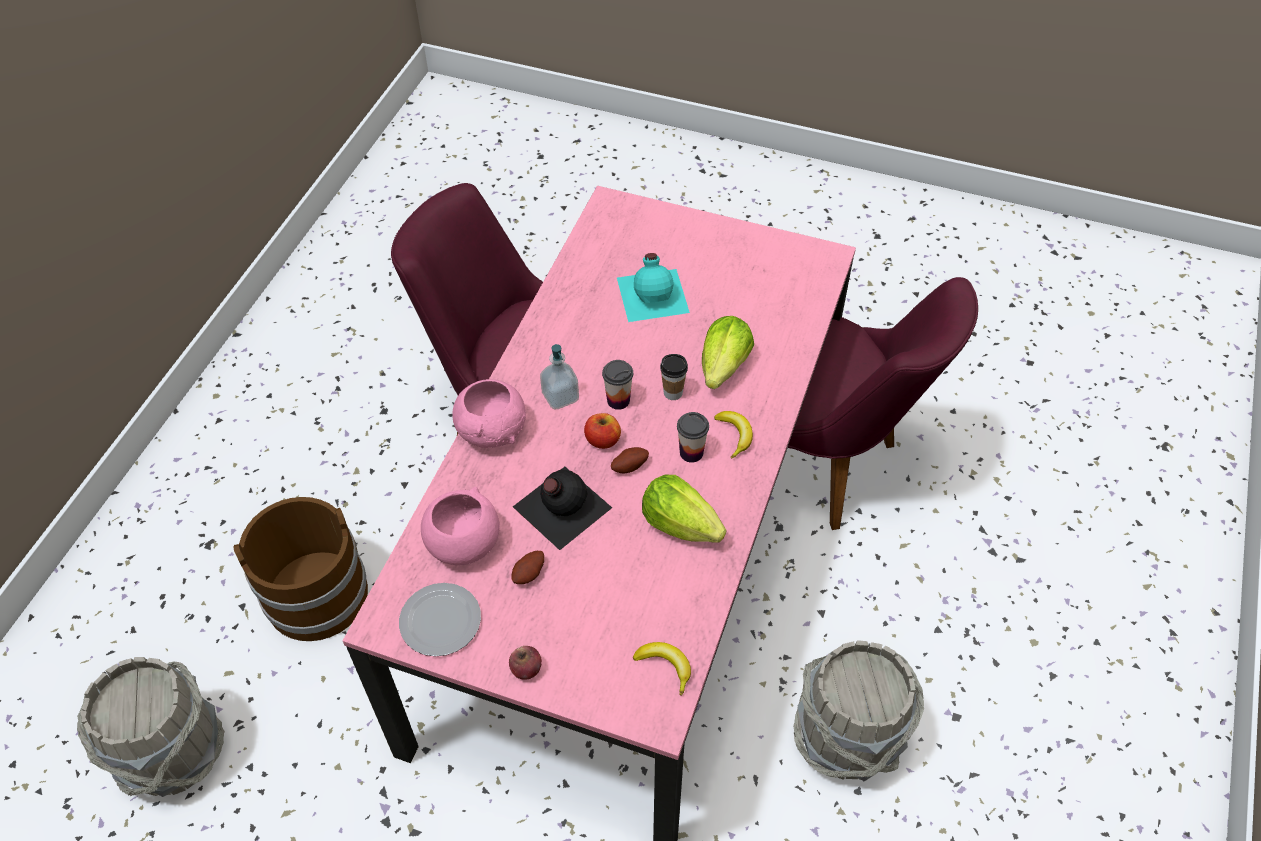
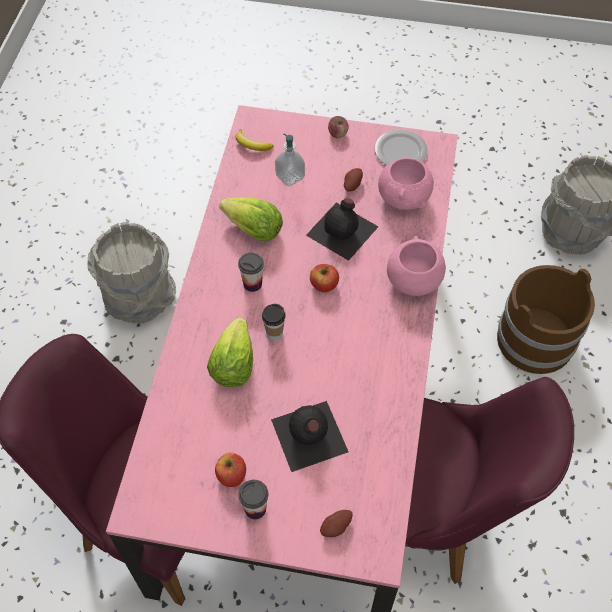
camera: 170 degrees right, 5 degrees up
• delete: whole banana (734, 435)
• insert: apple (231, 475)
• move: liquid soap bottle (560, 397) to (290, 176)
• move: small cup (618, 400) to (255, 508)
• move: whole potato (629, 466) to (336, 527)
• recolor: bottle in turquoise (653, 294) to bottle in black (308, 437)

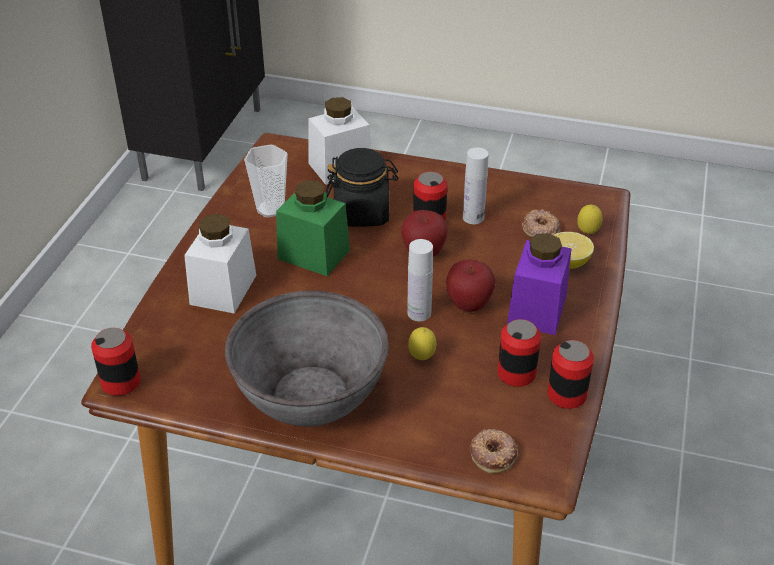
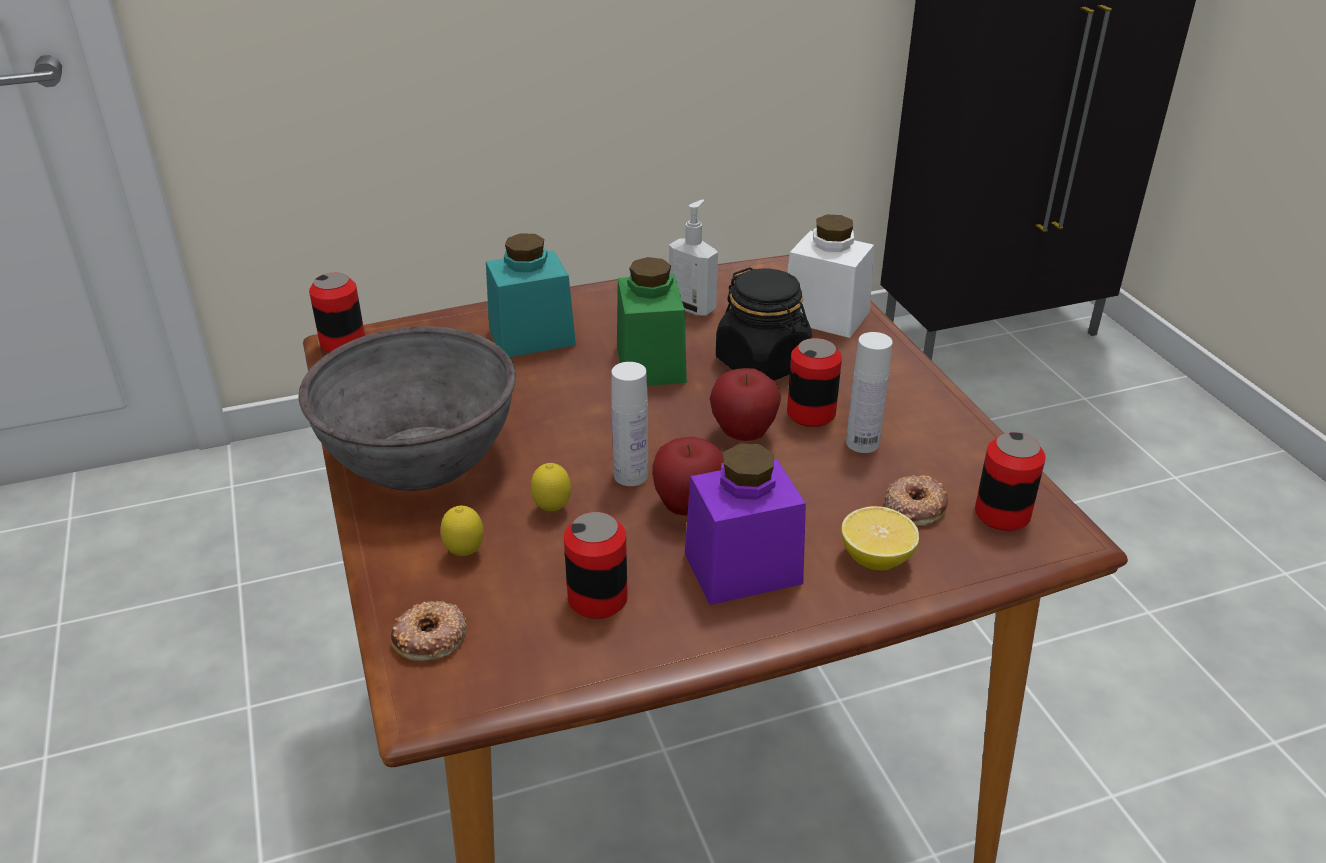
camera: 55 degrees right, 5 degrees down
• move: can (566, 395) to (1002, 514)
• move: citrus fruit (587, 233) to (465, 554)
• replace: small cup (270, 209) to liquid soap bottle (693, 307)
• recolor: preserve jar in white-coloured (223, 289) to preserve jar in turquoise (532, 337)

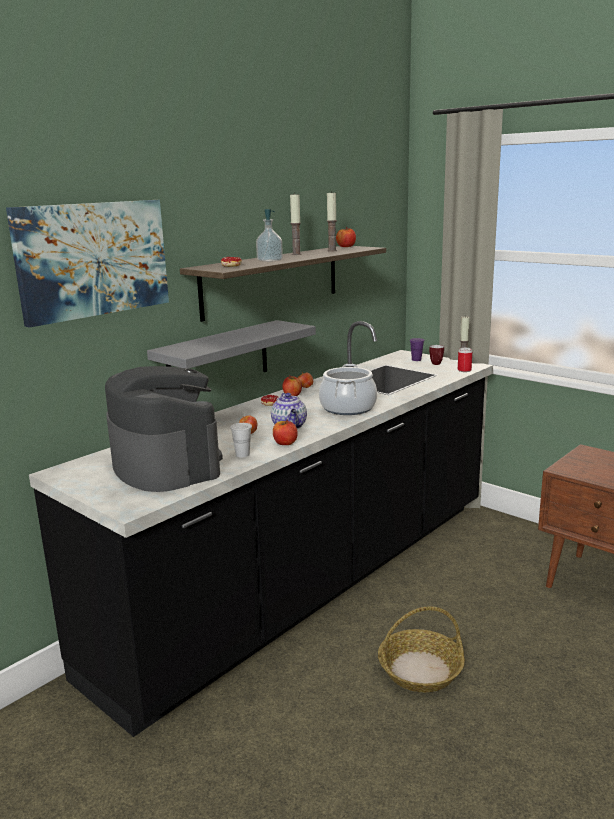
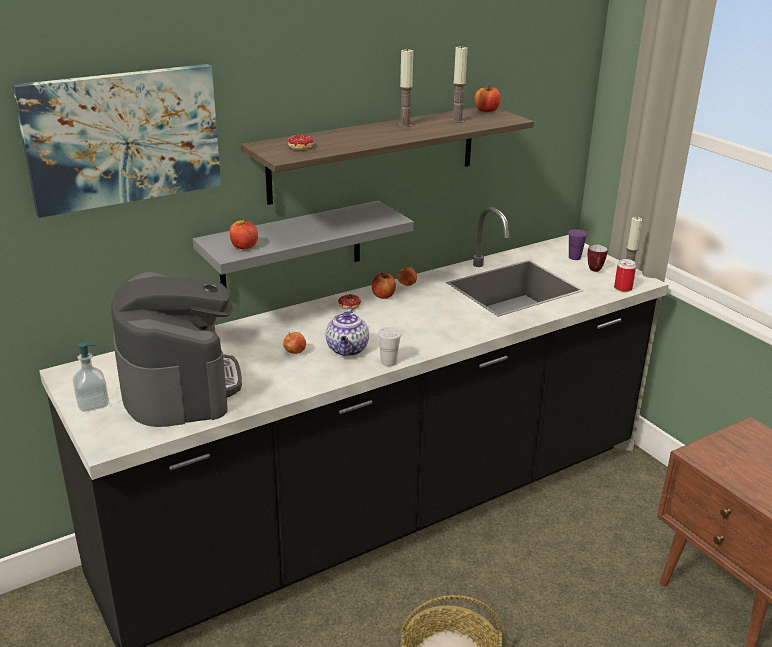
camera: 15 degrees right, 10 degrees up
• delete: cooking pot (348, 408)
• move: small cup in white-coloured (242, 454) to (388, 362)
• move: liquid soap bottle (269, 260) to (93, 404)
• move: apple (285, 443) to (244, 246)

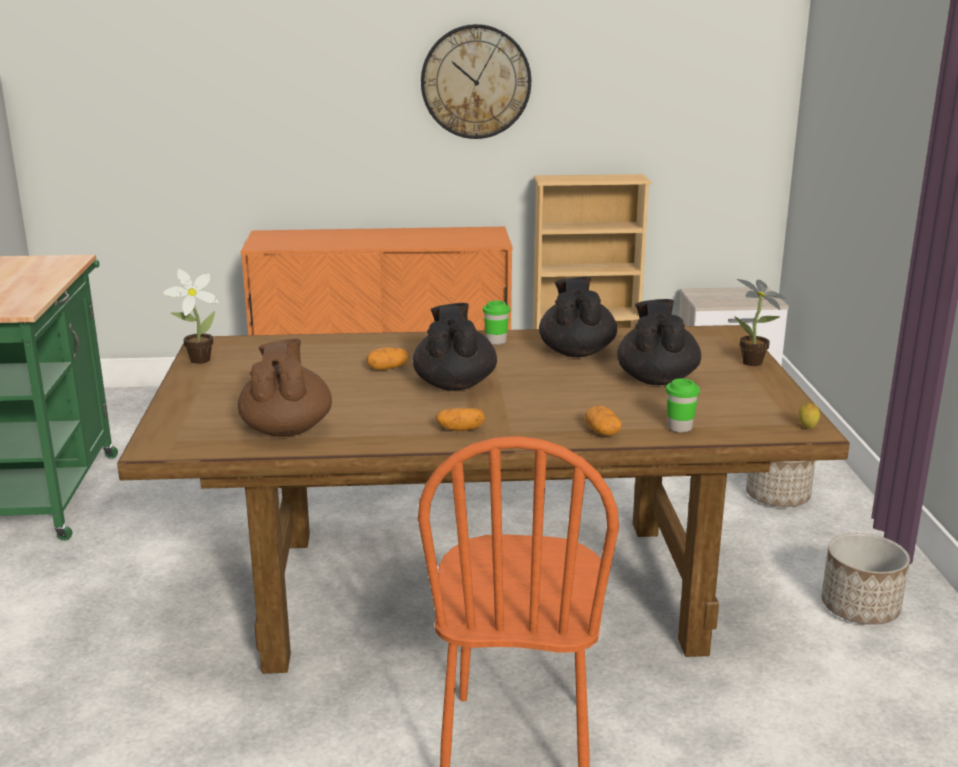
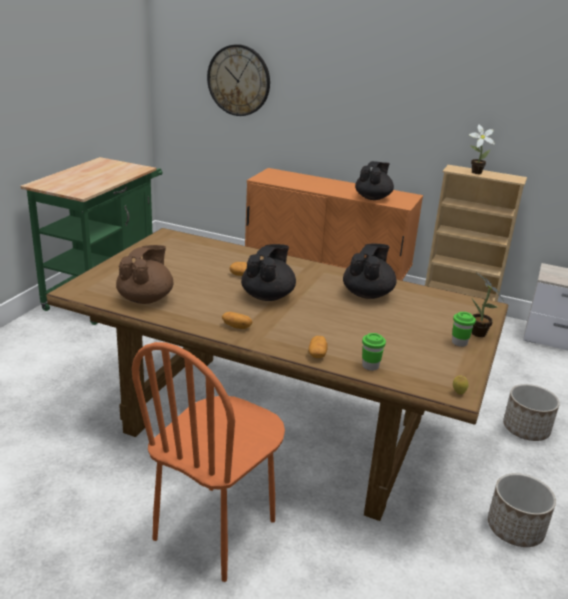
camera: 25 degrees right, 5 degrees up
• move: houseplant (196, 360) to (474, 172)
• move: wall clock (475, 82) to (239, 80)
• move: small cup in greenish (496, 342) to (459, 343)
• move: teapot in black (656, 379) to (373, 198)

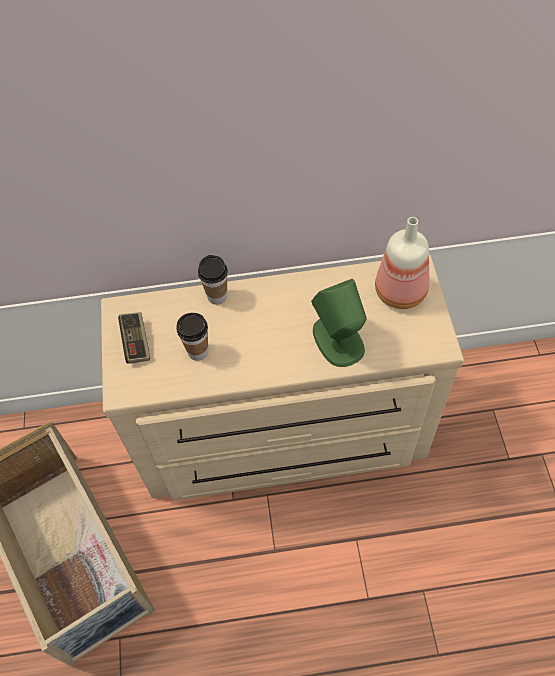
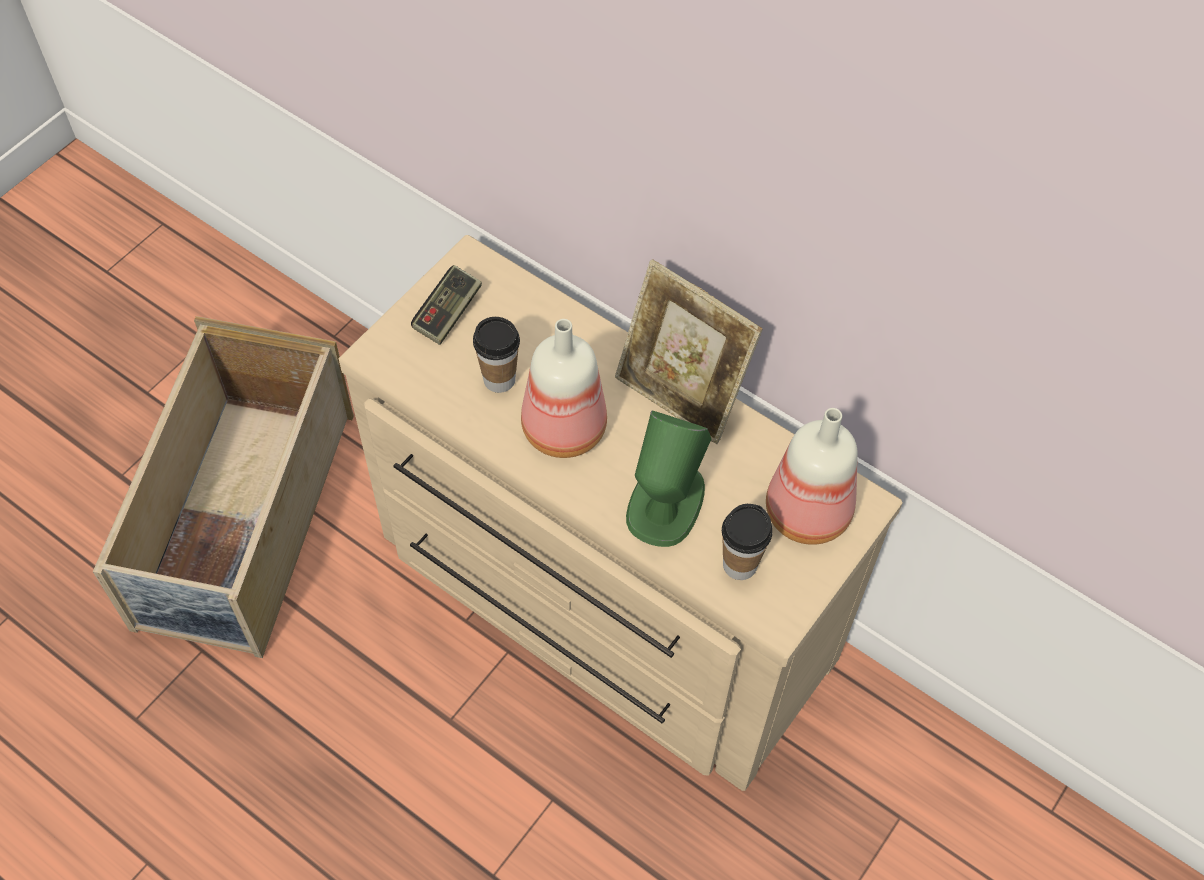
camera: 40 degrees right, 0 degrees up
• insert: bottle (564, 431)
• insert: standing frame (680, 395)
• move: small cup (217, 296) to (739, 565)

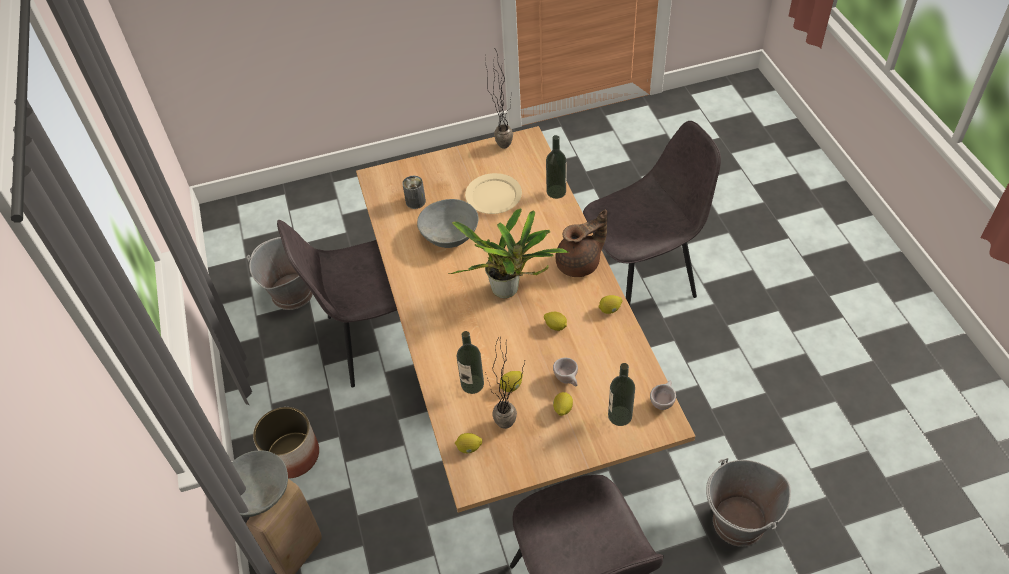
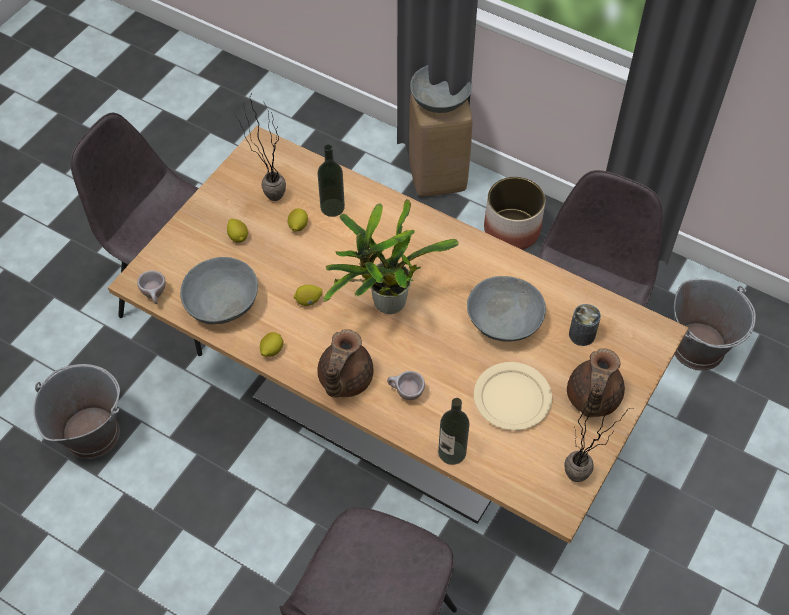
camera: 135 degrees right, 5 degrees up
• delete: citrus fruit (469, 448)
• delete: bottle (620, 416)
• insert: serving bowl in greyish (222, 303)
• insert: teapot in brownish (591, 399)
• move: small cup in sand-coloured (568, 380) to (405, 393)

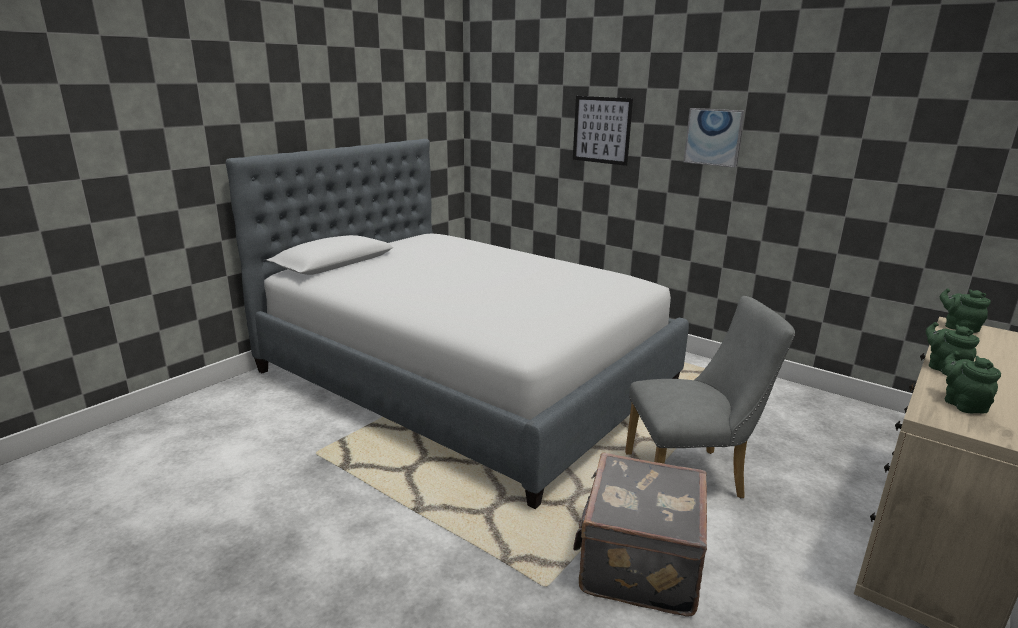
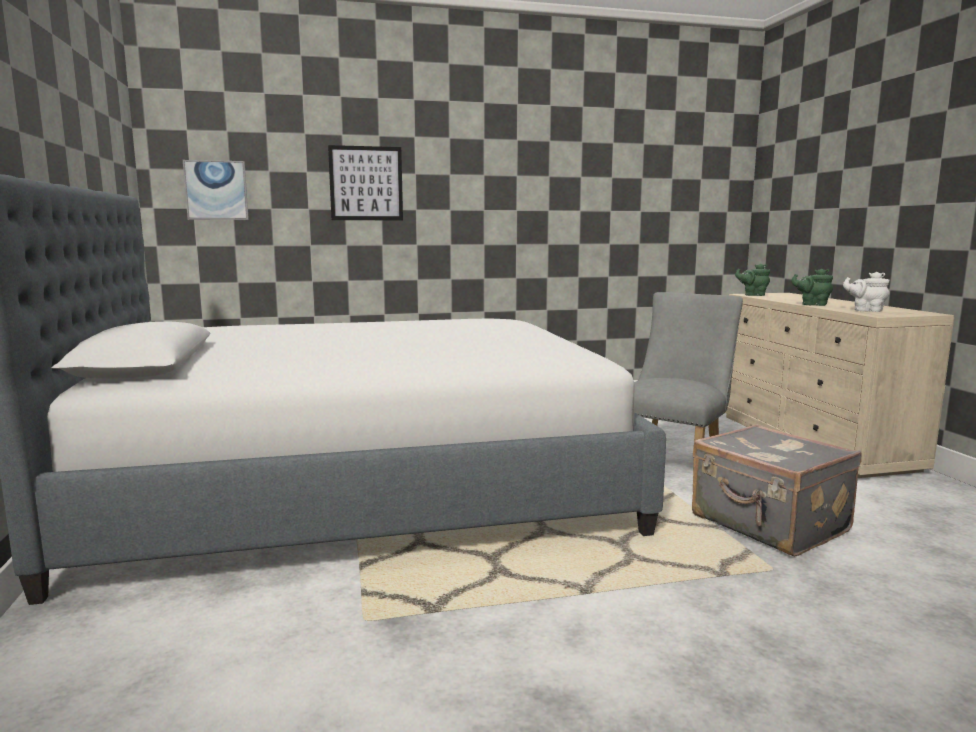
camera: 50 degrees left, 10 degrees down
• move: wall picture (713, 137) to (216, 190)
• recolor: teapot in greenish (962, 404) to teapot in white-coloured (865, 310)

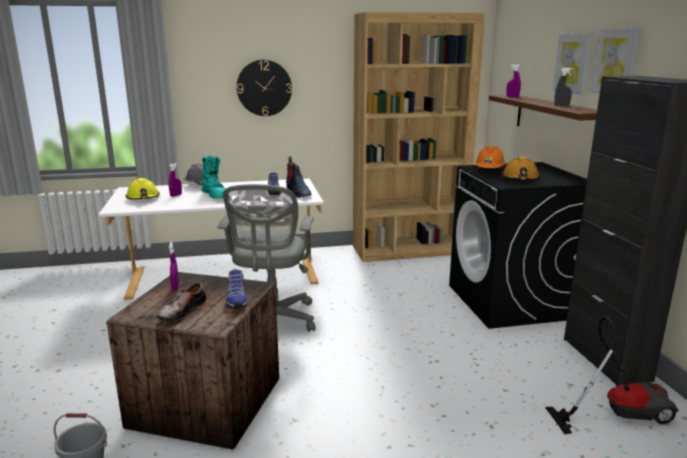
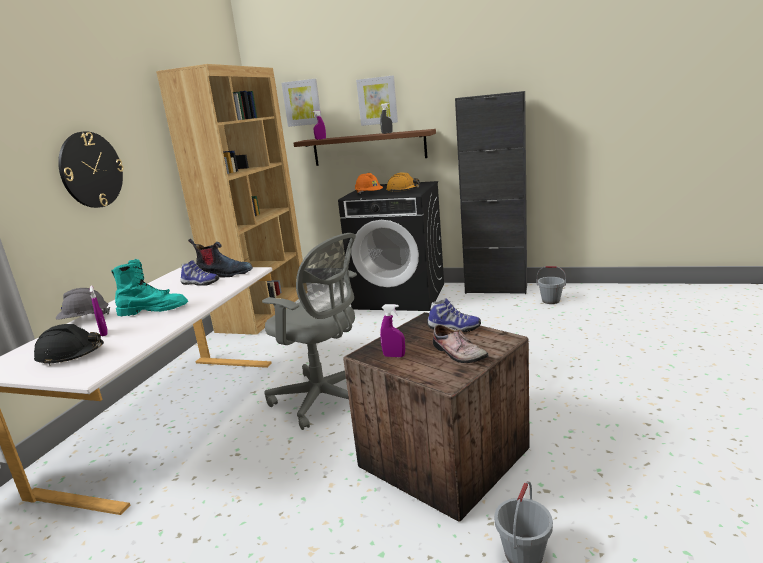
camera: 60 degrees left, 0 degrees up
• move: wall picture (616, 61) to (302, 103)
• replace: vacuum cleaner (617, 412) to water bucket in greyish (551, 301)
• recolor: hard hat in yellow-coloured (143, 198) to hard hat in black (71, 355)

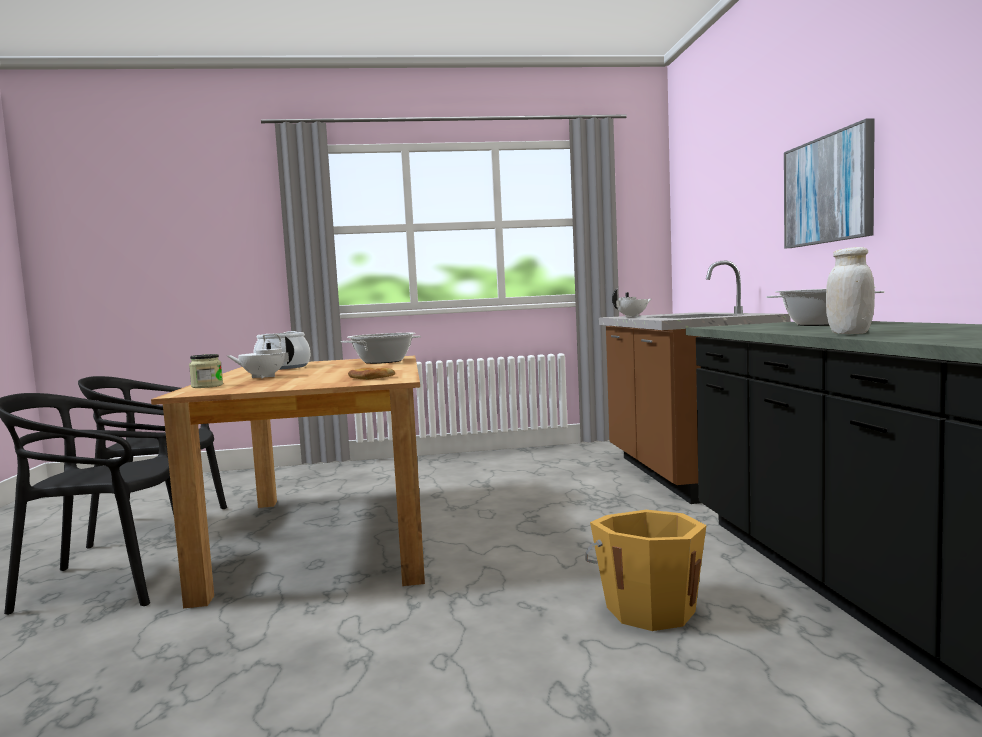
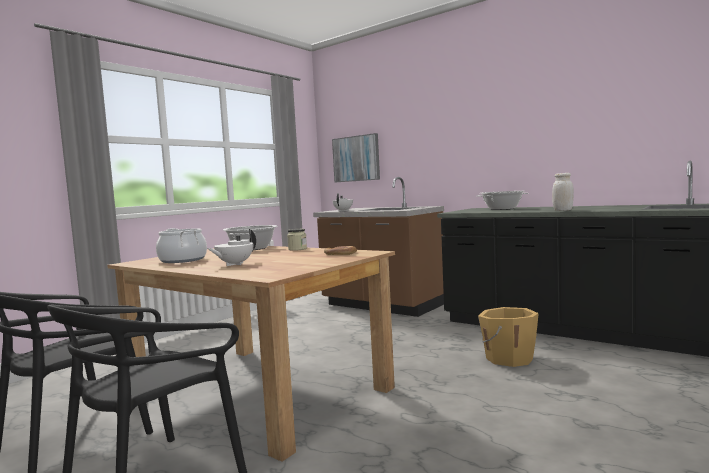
camera: 45 degrees left, 0 degrees up
• move: preserve jar (207, 386) to (297, 249)
• move: wall picture (828, 190) to (356, 158)

